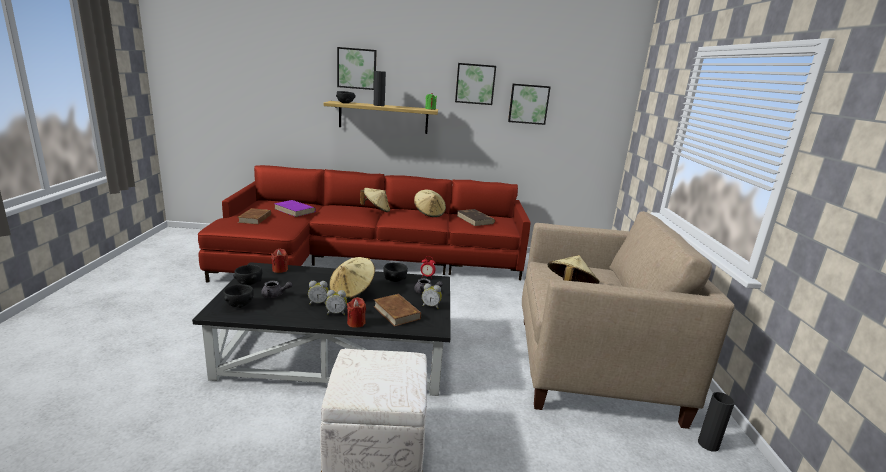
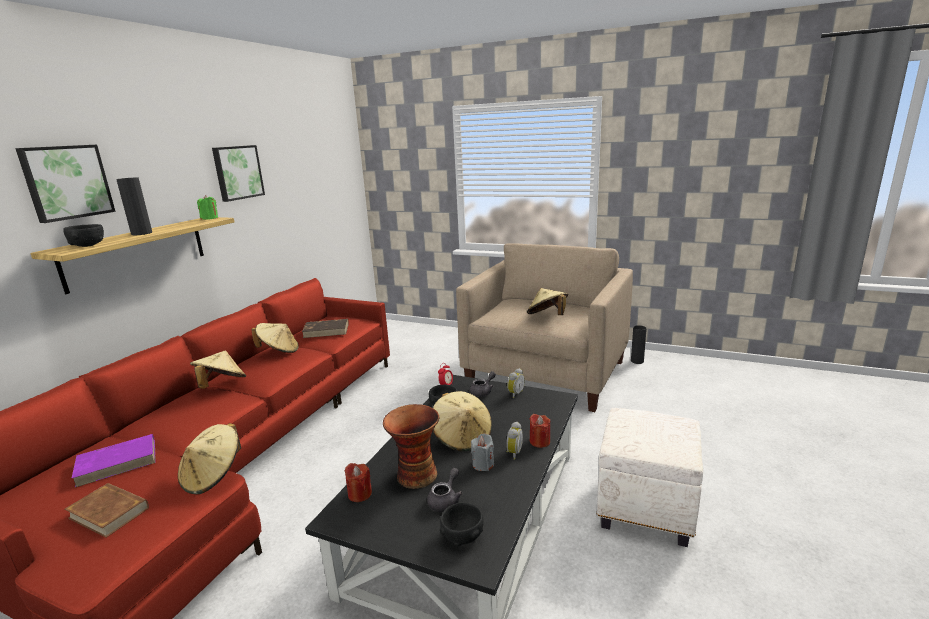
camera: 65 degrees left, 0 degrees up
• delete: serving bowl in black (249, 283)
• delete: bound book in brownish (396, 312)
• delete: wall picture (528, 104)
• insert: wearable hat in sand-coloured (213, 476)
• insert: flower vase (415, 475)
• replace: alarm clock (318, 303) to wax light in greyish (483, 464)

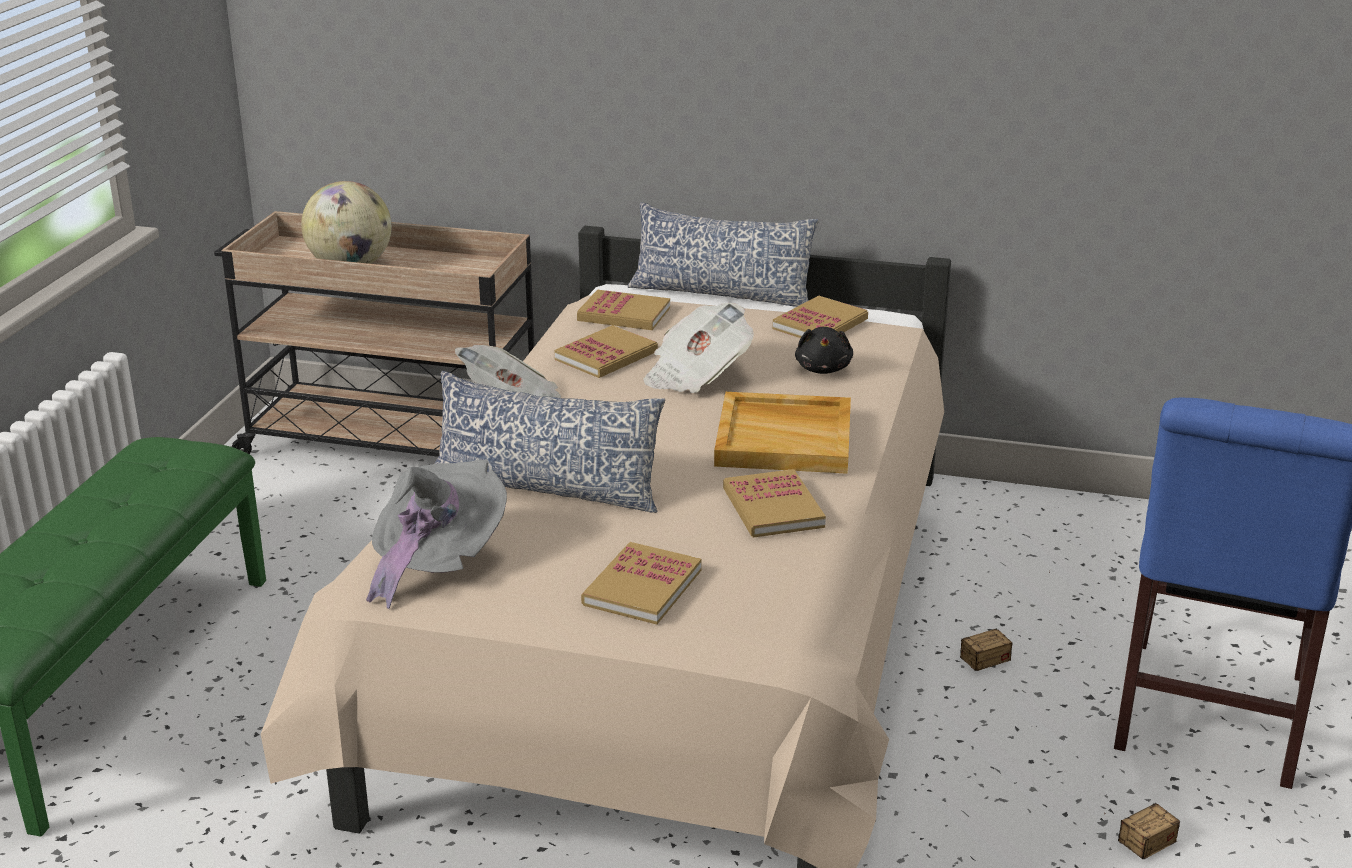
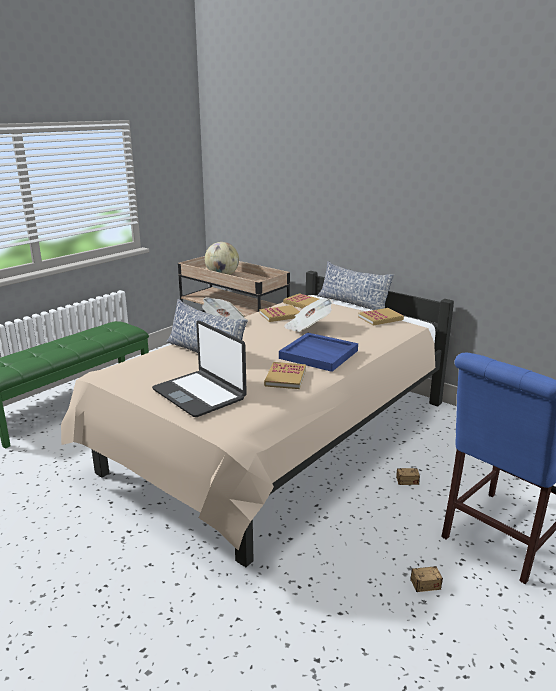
camera: 25 degrees right, 5 degrees down
• delete: wearable hat in greyish (435, 562)
• delete: soft toy in black (823, 369)
• replace: bound book (642, 587) to portable computer (200, 394)
• recolor: serving tray in sand-coloured (785, 438) to serving tray in blue (319, 354)

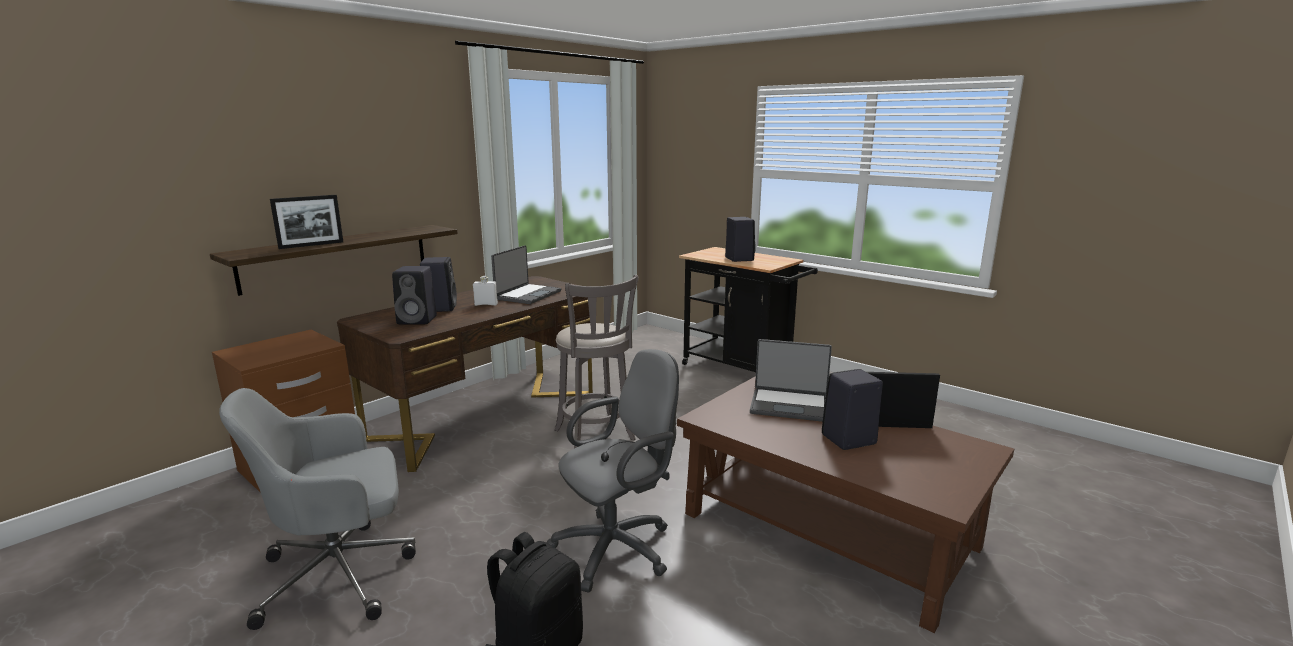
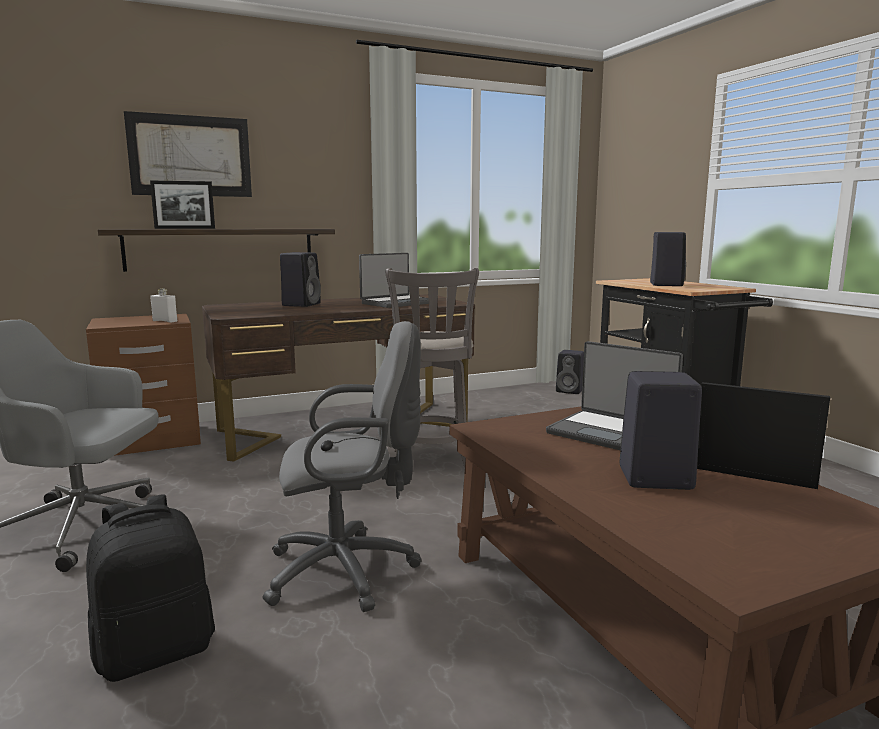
camera: 25 degrees right, 5 degrees down
• insert: wall picture (190, 156)
• move: loudspeaker in black (418, 320) to (570, 391)
• move: bottle in white-coloured (486, 304) to (165, 321)

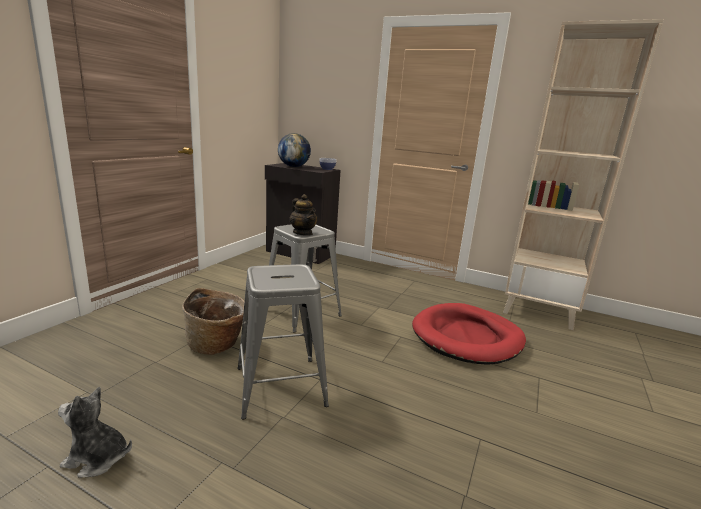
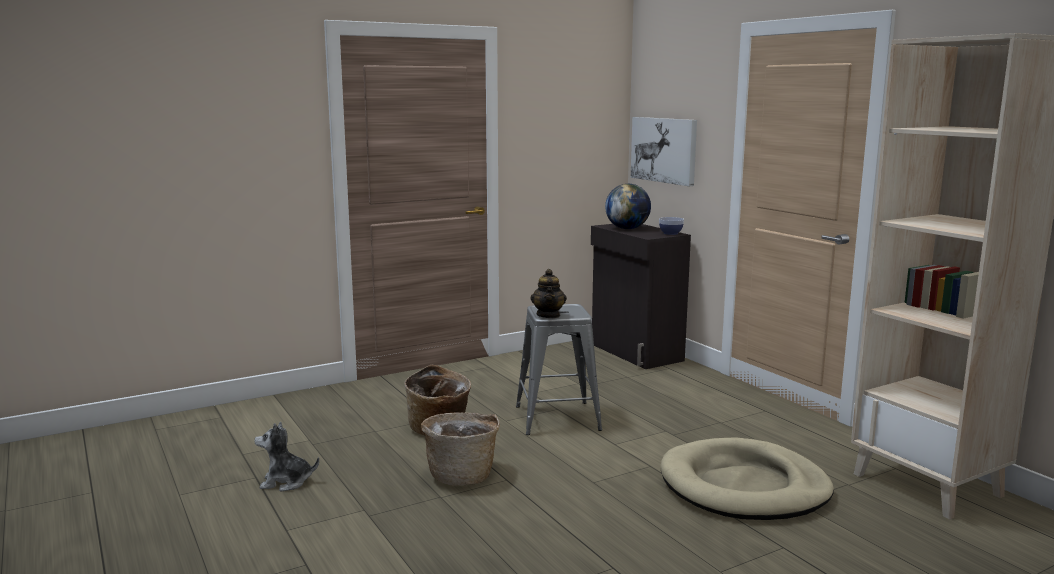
camera: 35 degrees right, 5 degrees down
• insert: wall picture (664, 150)
• replace: stool seat in greyish (280, 386) to basket (462, 475)
• recolor: pet bed in reddish (467, 337) to pet bed in sand-coloured (744, 486)
• rotate: soft toy (97, 458) = (286, 482) 45 degrees counterclockwise

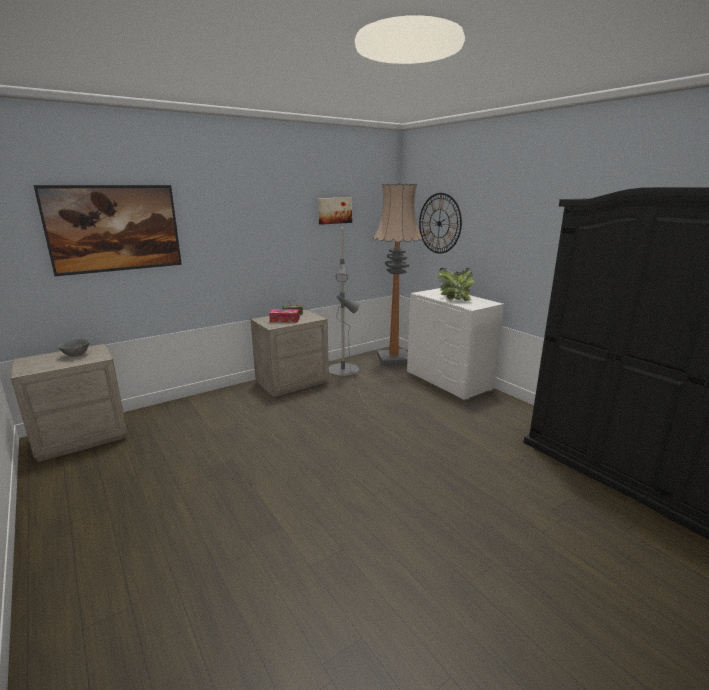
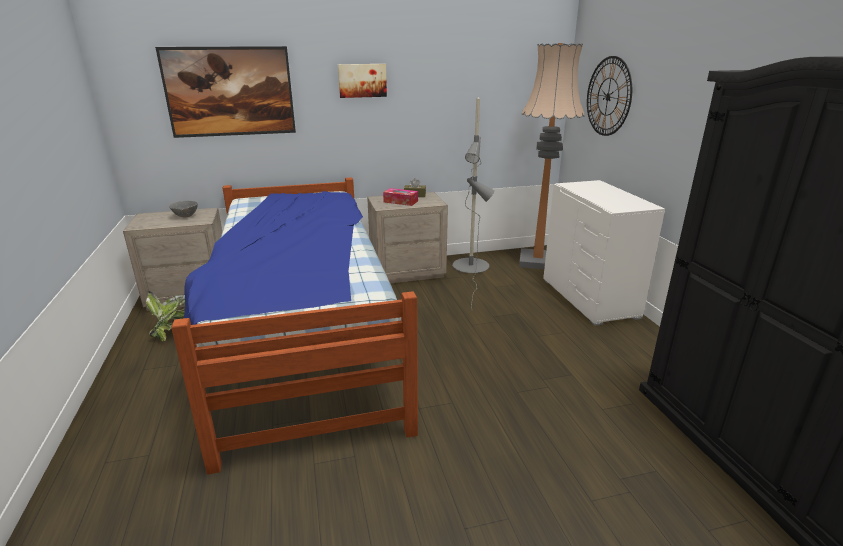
camera: 20 degrees right, 5 degrees up
• insert: bedroom bed (304, 337)
• move: wall picture (334, 210) to (362, 80)
• move: houseplant (455, 299) to (172, 331)

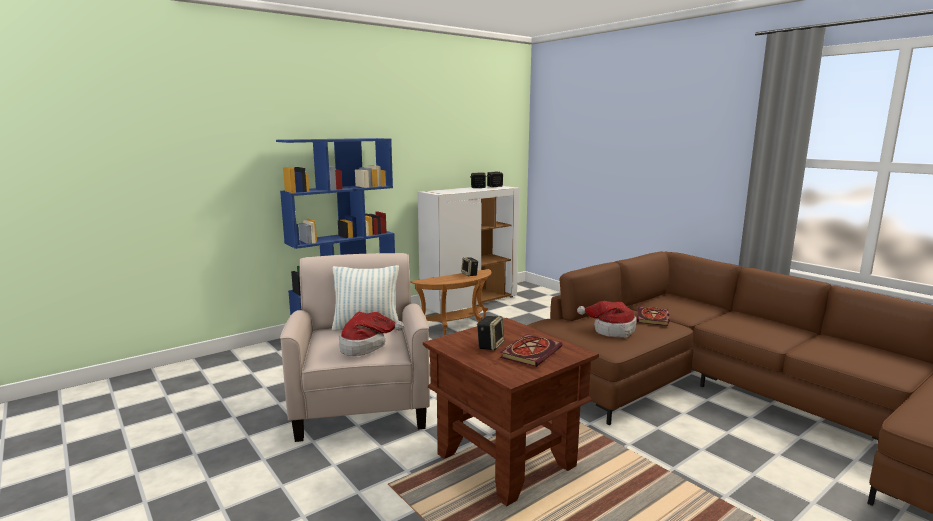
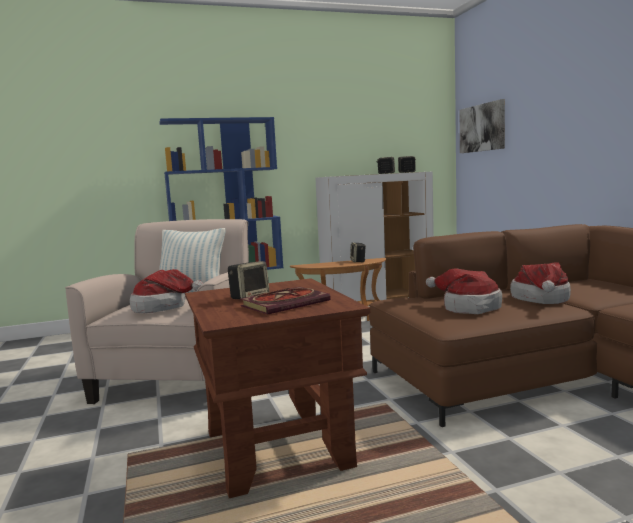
camera: 20 degrees right, 5 degrees down
• insert: wall picture (482, 128)
• replace: bound book (653, 318) to wearable hat (541, 299)

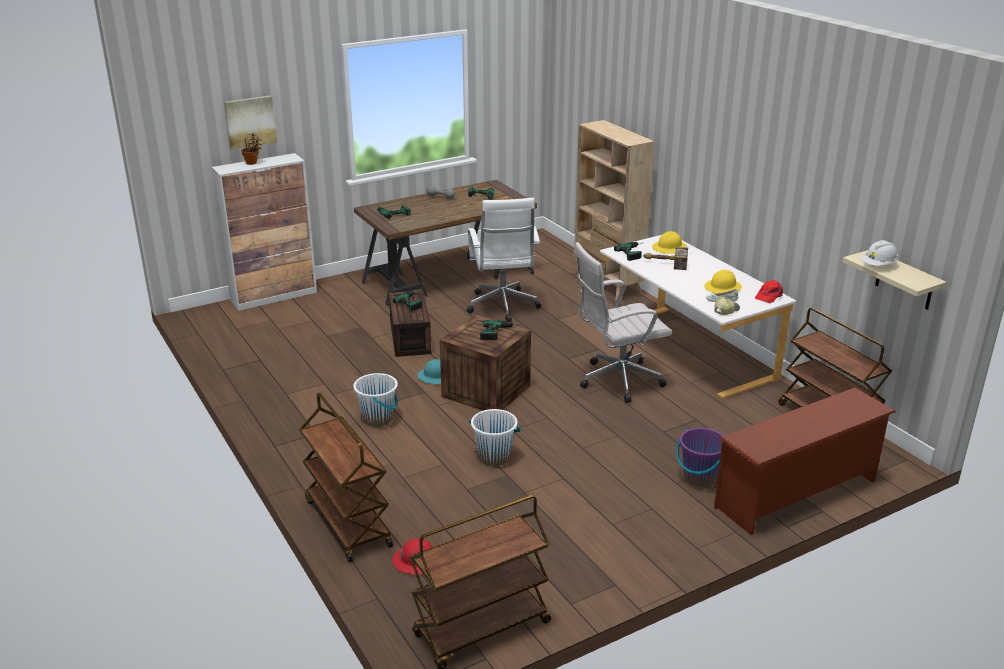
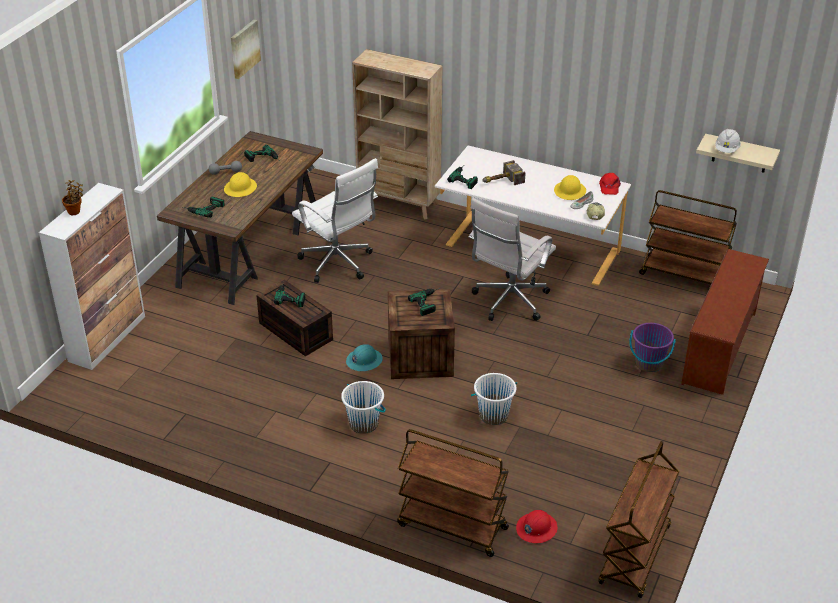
camera: 35 degrees left, 10 degrees up
• move: wall picture (250, 121) to (244, 48)
• move: hard hat in yellow-coloured (669, 248) to (240, 188)

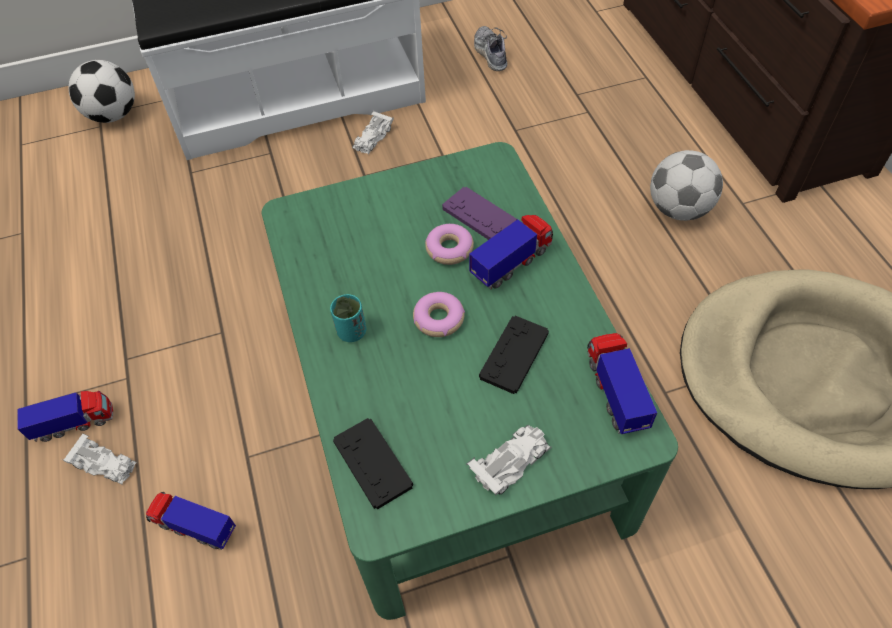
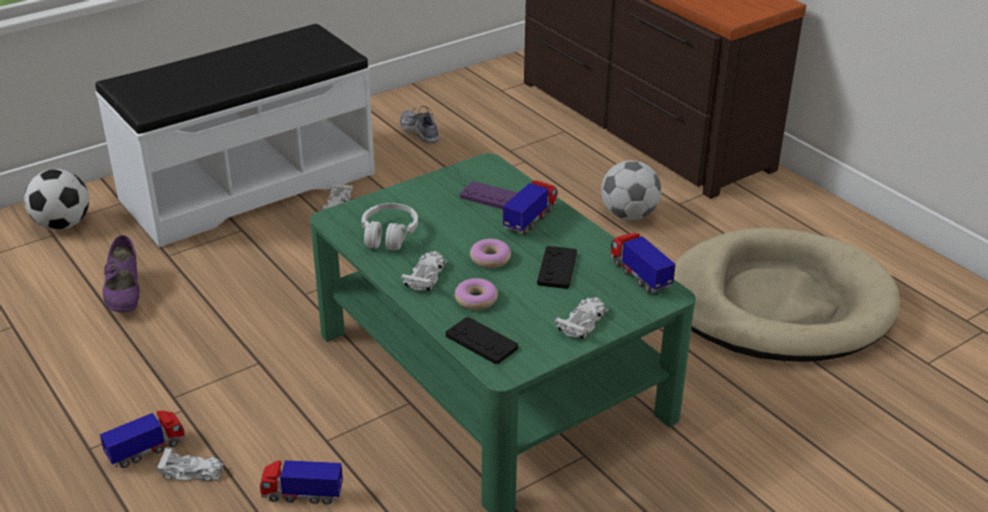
camera: 20 degrees left, 20 degrees down
• insert: item of footwear in purplish (125, 295)
• insert: headset in white-coloured (389, 235)
• move: ring doughnut (449, 249) to (476, 299)
• replace: small cup in turquoise (351, 331) to toy car in white-coloured (426, 276)

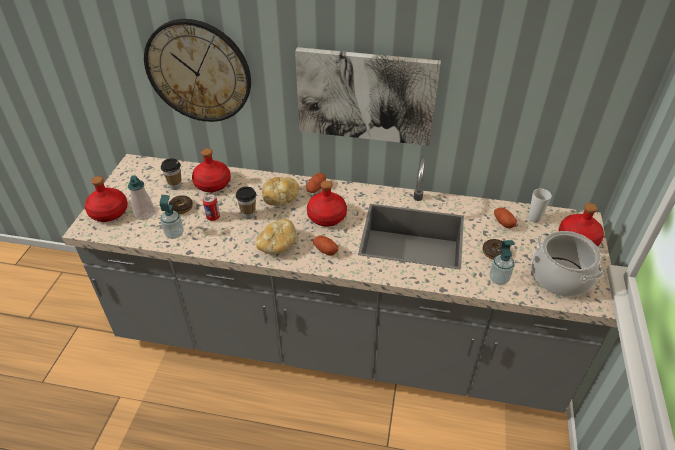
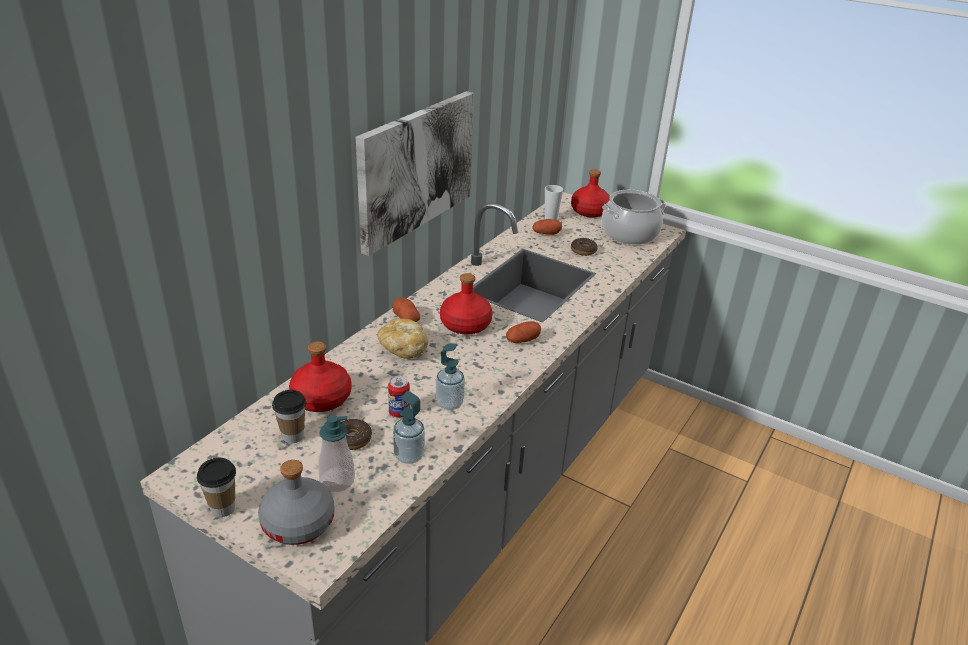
camera: 70 degrees left, 10 degrees down
• delete: wall clock (198, 71)
• delete: baked bread (277, 245)
• move: small cup (248, 215) to (223, 508)
• move: liquid soap bottle (498, 279) to (449, 403)
• recolor: bottle in reddish (109, 212) to bottle in greyish (299, 523)

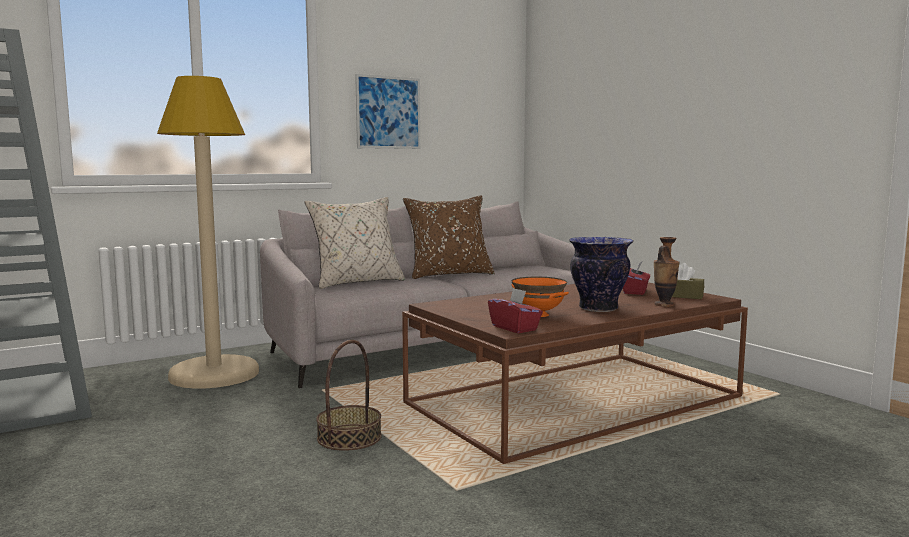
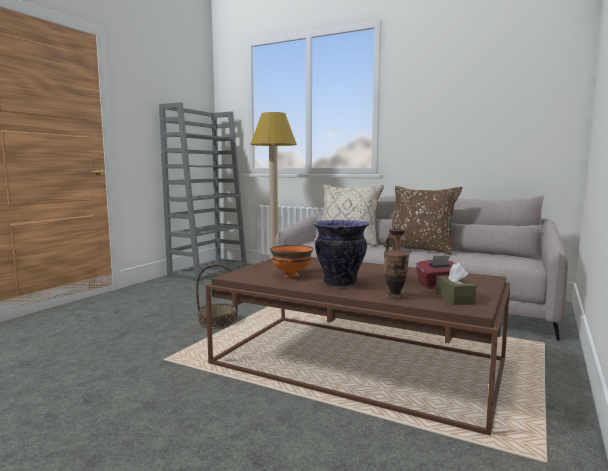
camera: 60 degrees right, 0 degrees up
• delete: wall picture (388, 112)
• delete: box of tissues in reddish (515, 328)

